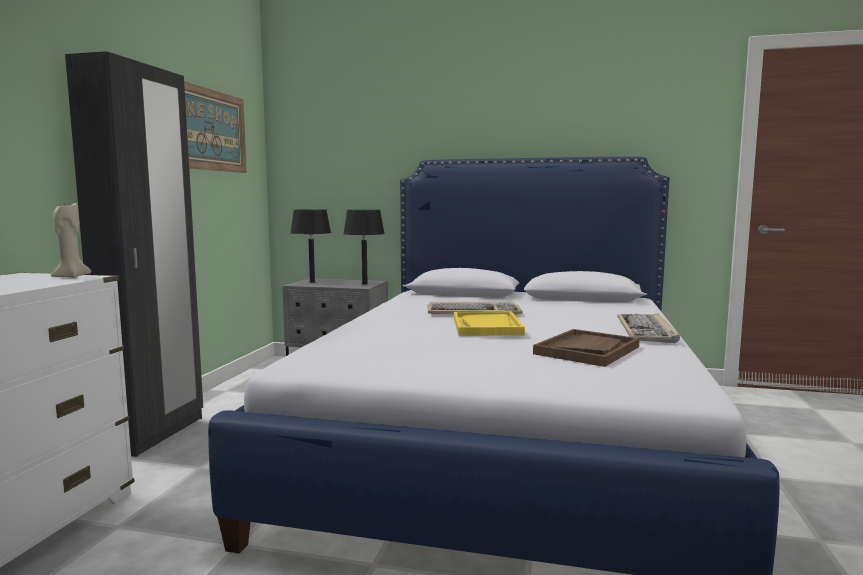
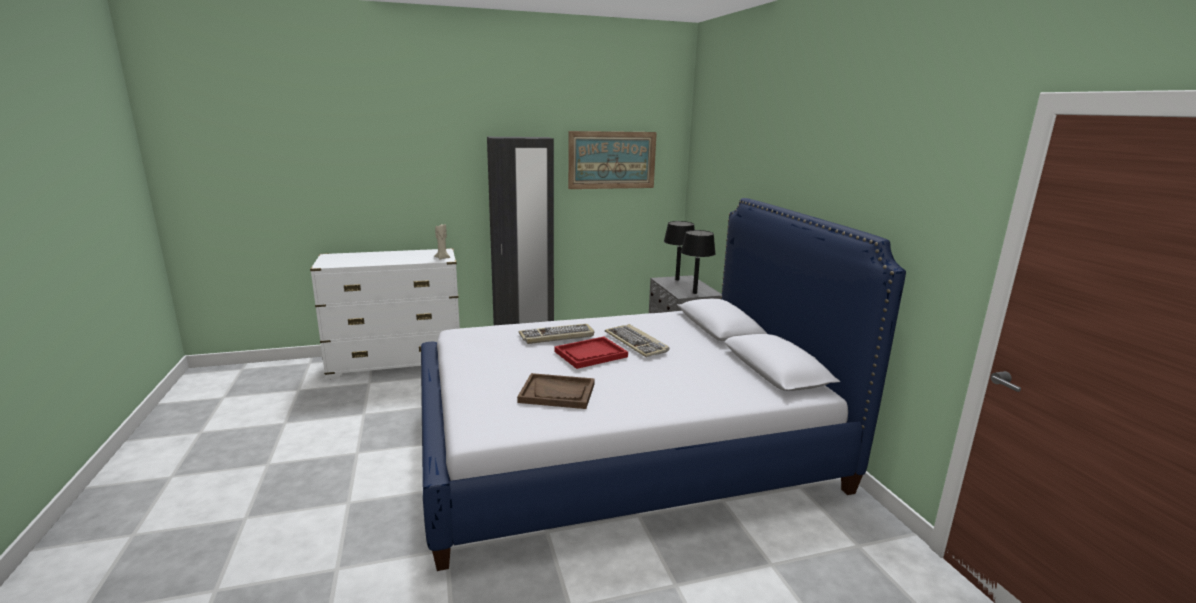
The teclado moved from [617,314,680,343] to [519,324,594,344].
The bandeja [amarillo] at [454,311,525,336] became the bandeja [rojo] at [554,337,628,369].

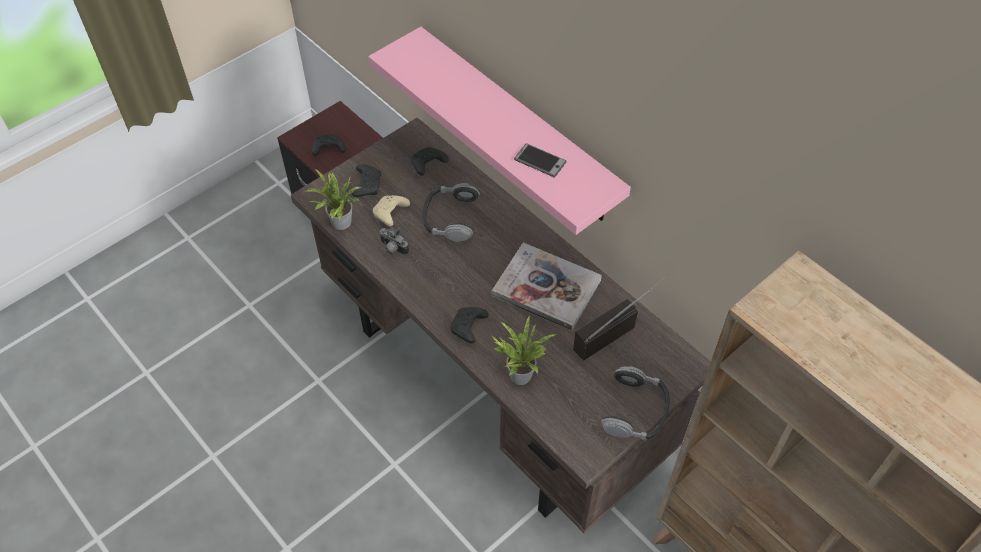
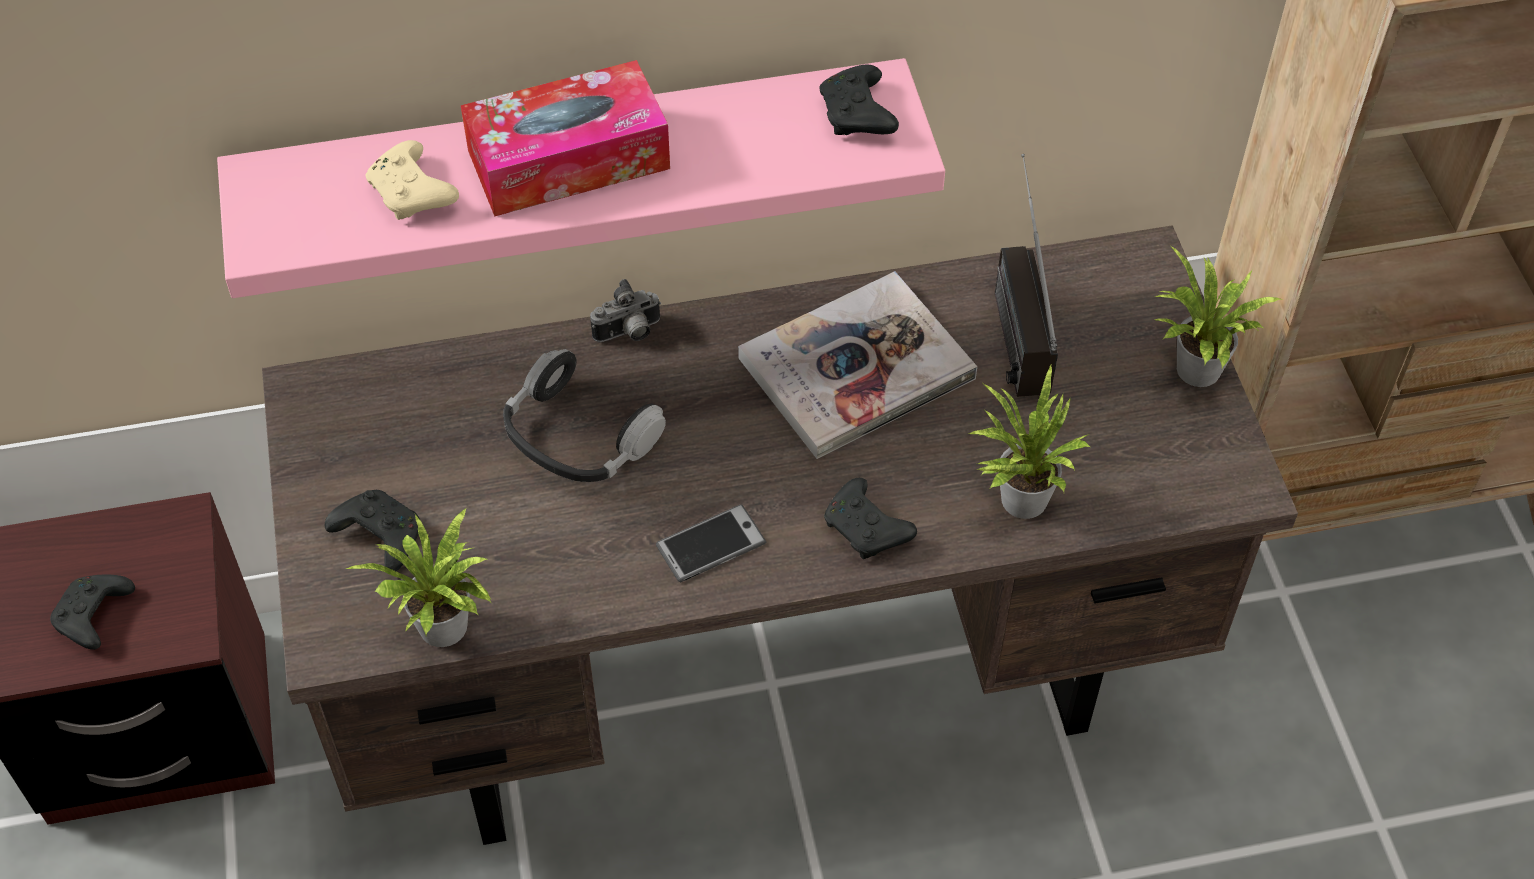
The mando de consola [beis] moved from [373,195,410,226] to [366,140,459,220].
The caja de pañuelos at [461,60,670,216] appeared.
The cámara moved from [379,227,409,255] to [590,279,661,342].
The móvil moved from [514,143,567,177] to [656,504,766,582].
The mando de consola [negro] moved from [411,147,449,176] to [820,65,899,135].
The auriculares at [601,366,670,440] was replaced by the planta en maceta at [1154,246,1282,387].

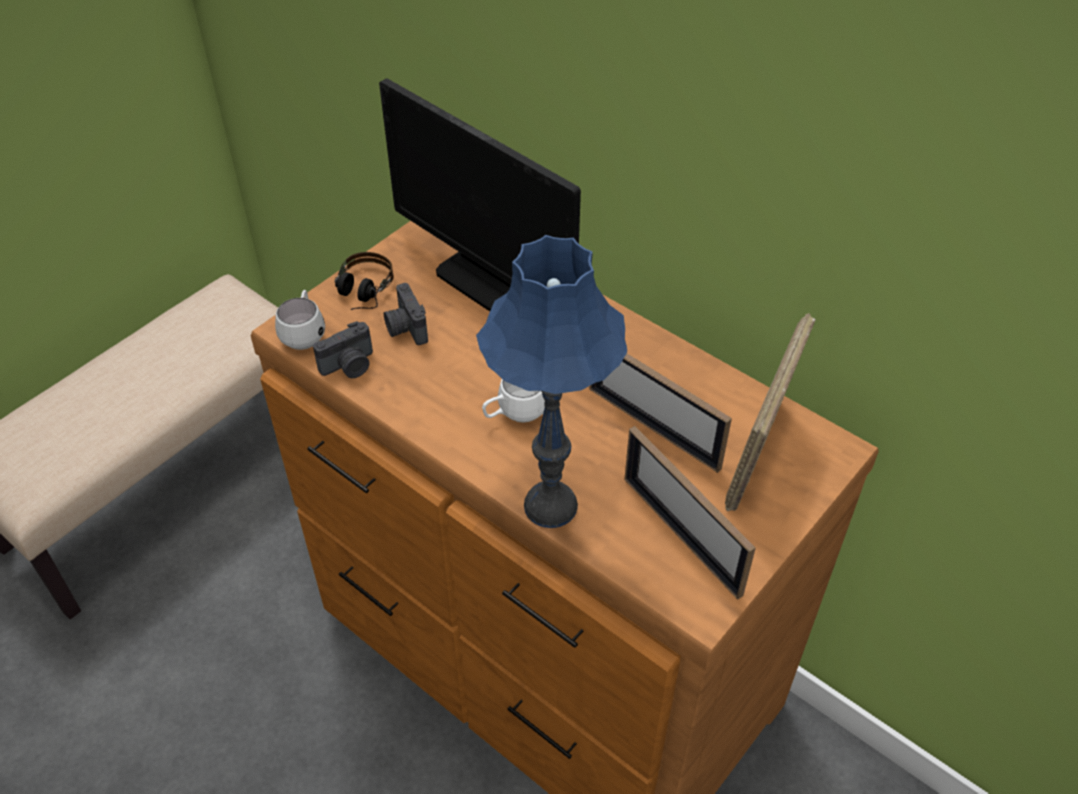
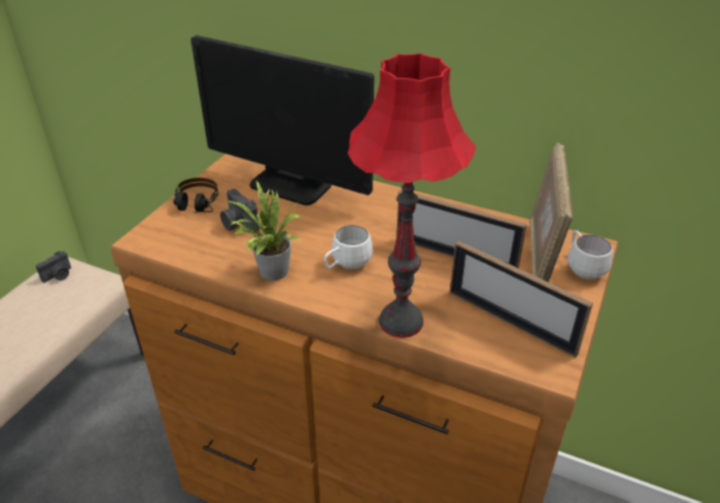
The cámara moved from [313,321,373,378] to [36,251,71,282].
The planta en maceta at [227,180,303,280] appeared.
The lámpara de mesa [azul] at [476,235,627,528] became the lámpara de mesa [rojo] at [347,53,476,338].
The taza grande [blanco] moved from [275,290,325,350] to [568,231,613,279].

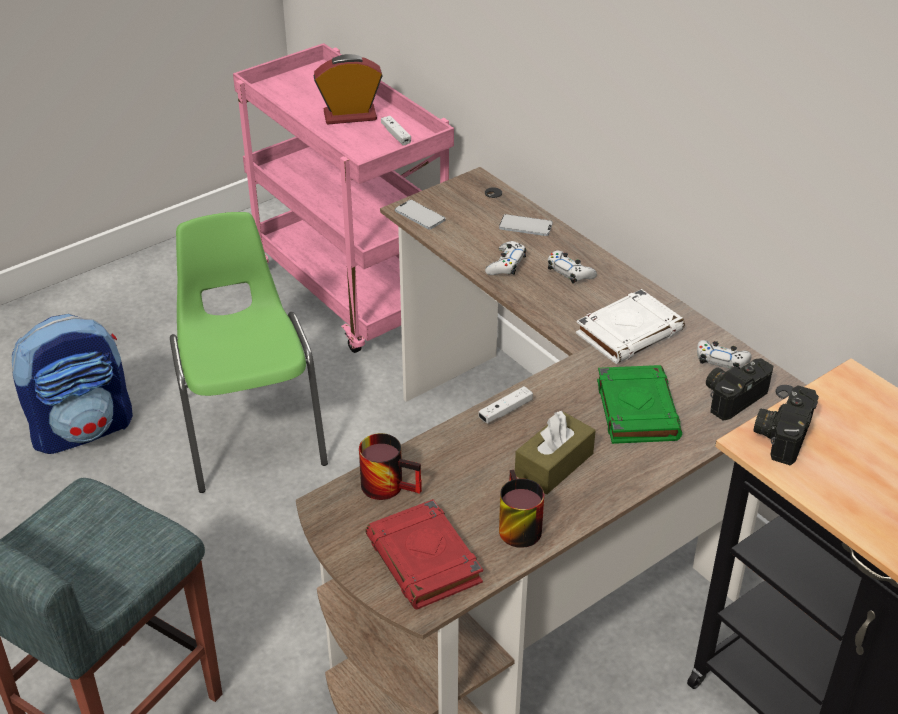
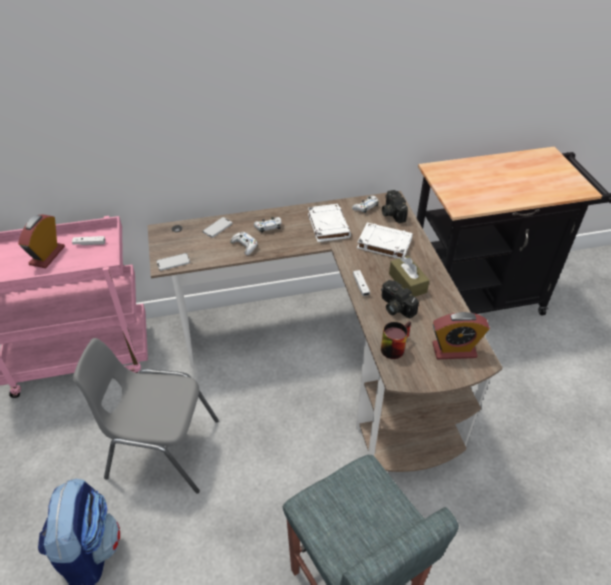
The silla [verde] at [170,212,328,493] became the silla [gris] at [73,338,219,493].
The libro [verde] at [597,365,682,444] became the libro [blanco] at [357,223,413,259].
The cámara moved from [753,385,819,465] to [381,280,419,318].
The libro [rojo] at [366,499,483,610] was replaced by the despertador at [432,312,490,359].
The taza grande at [499,470,544,548] disappeared.

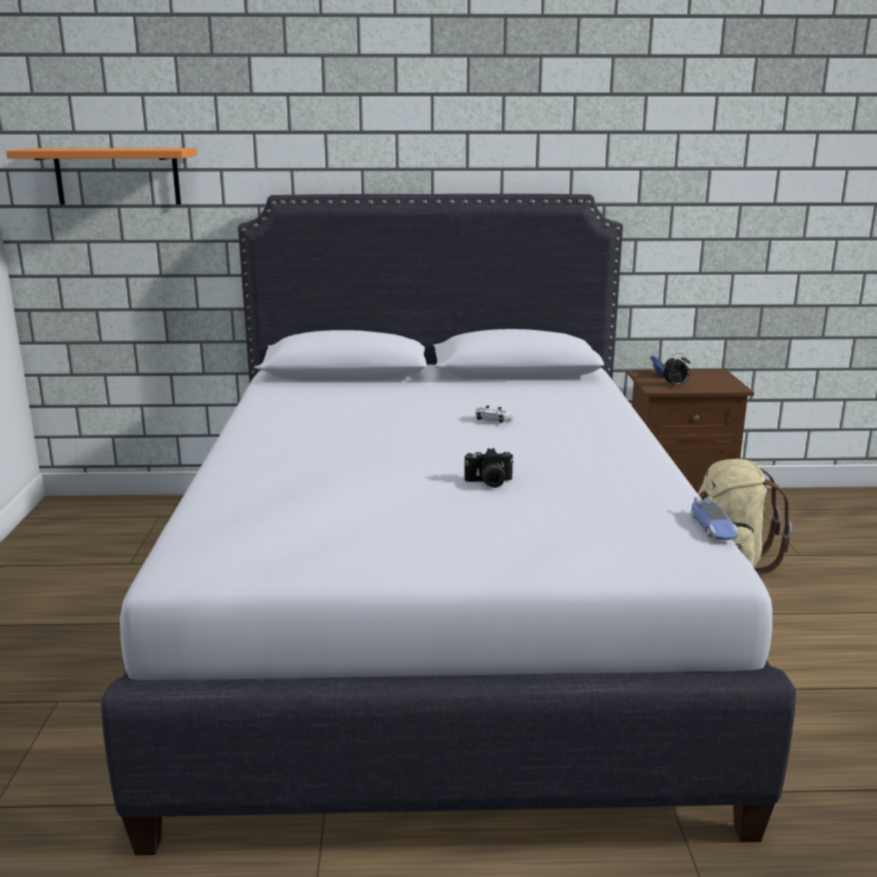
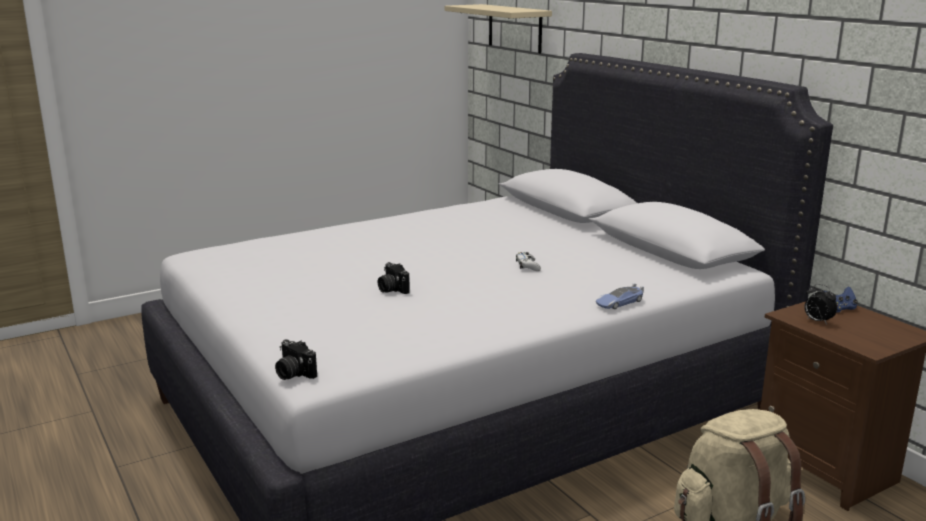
The cámara at [275,339,317,380] appeared.
The estante [naranja] at [6,148,197,205] became the estante [beis] at [445,4,552,53].
The coche de juguete moved from [691,496,738,540] to [596,283,644,309].

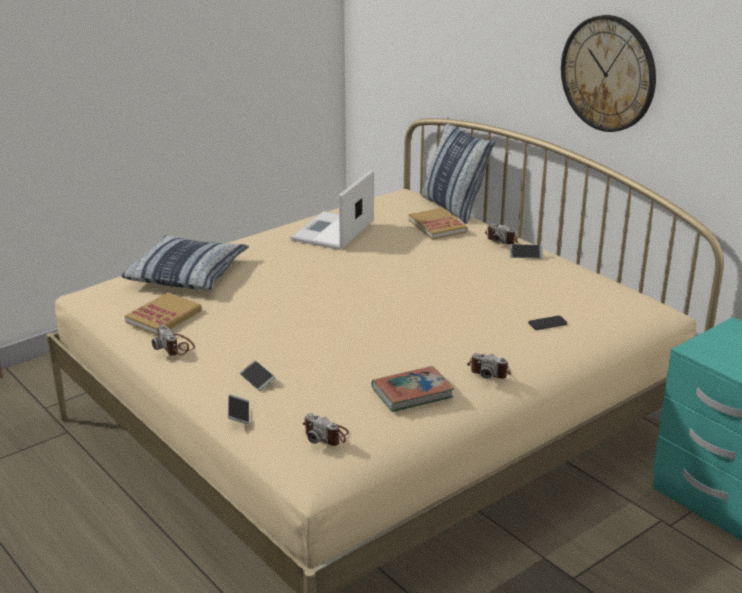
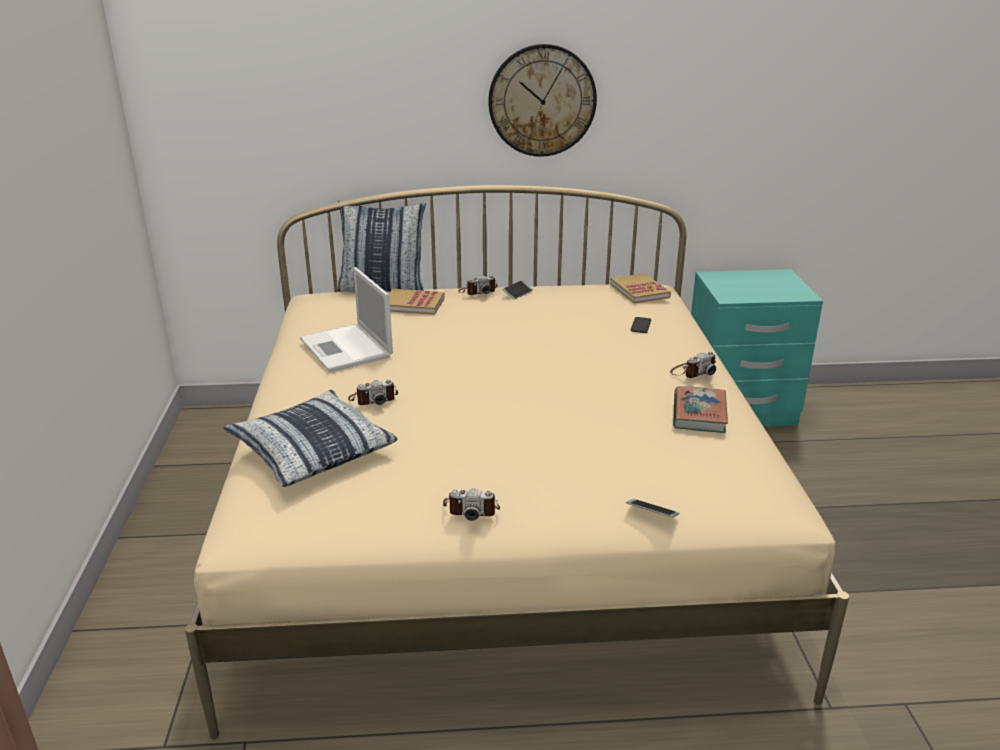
The cámara moved from [303,413,349,446] to [348,380,398,405].
The libro moved from [125,293,202,336] to [610,273,671,303].
The móvil at [240,360,275,391] disappeared.

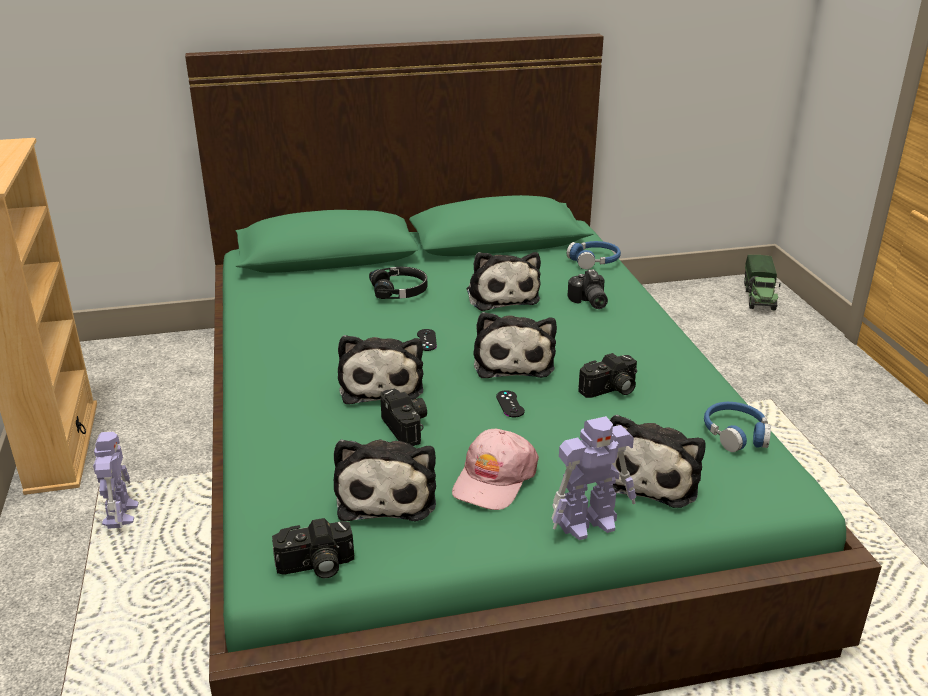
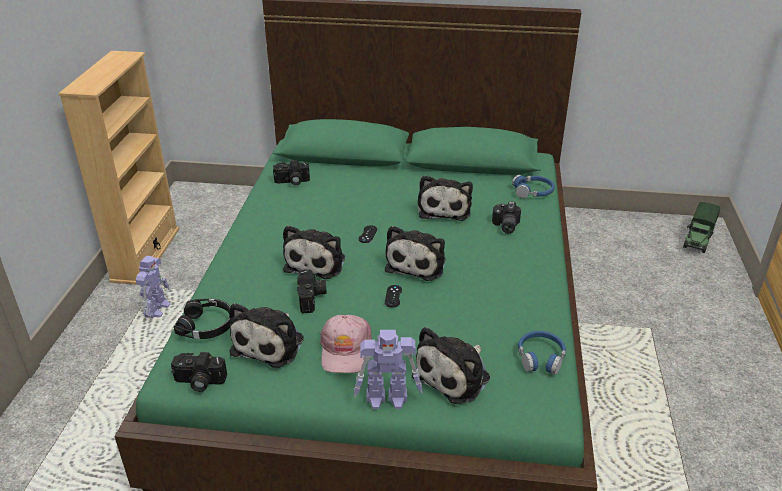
The auriculares [negro] moved from [369,267,427,299] to [174,299,231,339].
The cámara moved from [578,353,637,398] to [273,160,310,185].
The gorra [rosa] at [452,429,539,510] turned 45 degrees counterclockwise.

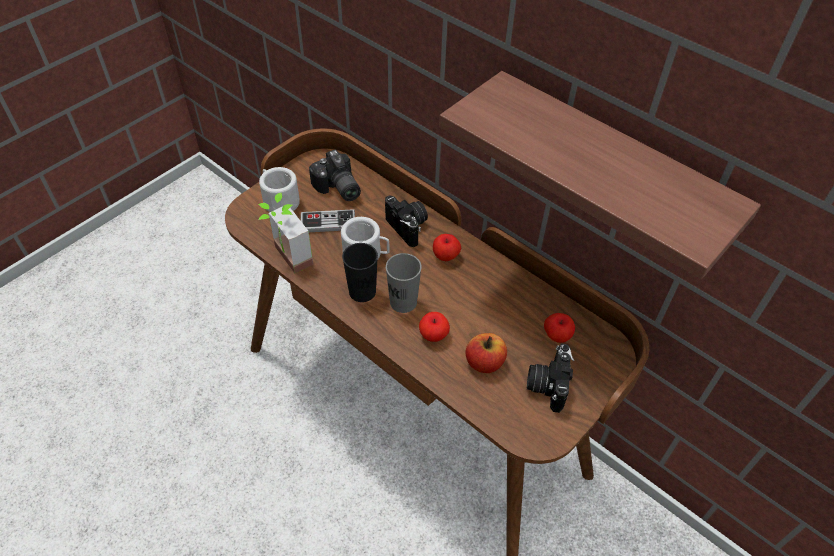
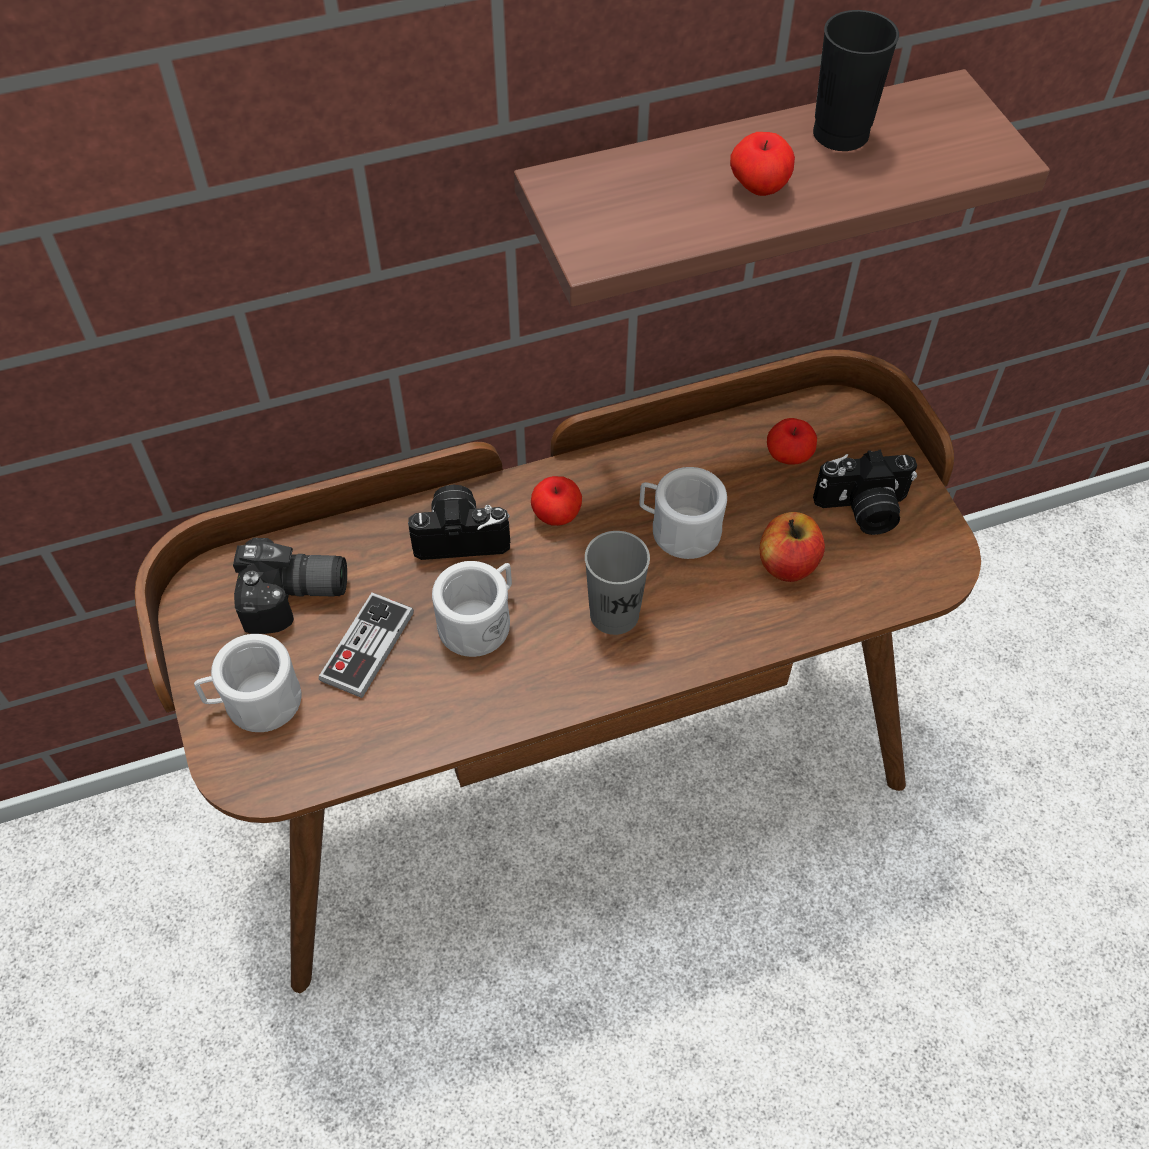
The taza grande [blanco] at [639,467,727,559] appeared.
The manzana moved from [419,312,450,342] to [730,132,795,196].
The taza [negro] moved from [342,243,378,302] to [813,10,899,151].
The cámara at [527,344,574,413] turned 45 degrees counterclockwise.
The planta en maceta at [258,193,313,273] disappeared.

